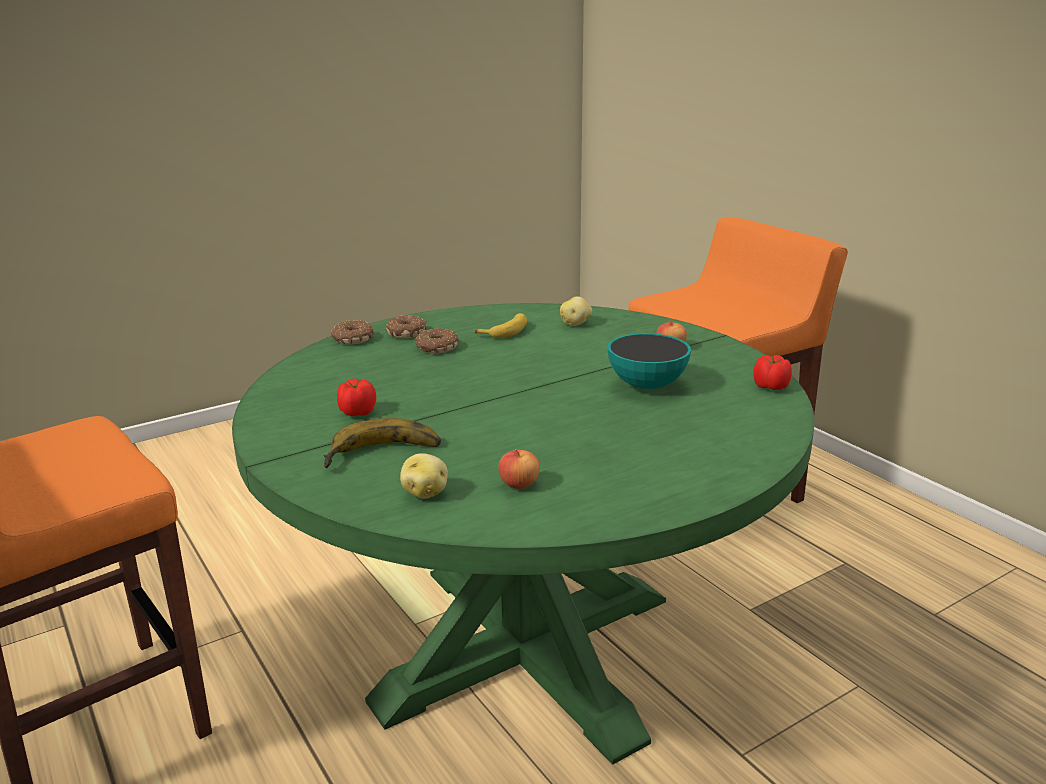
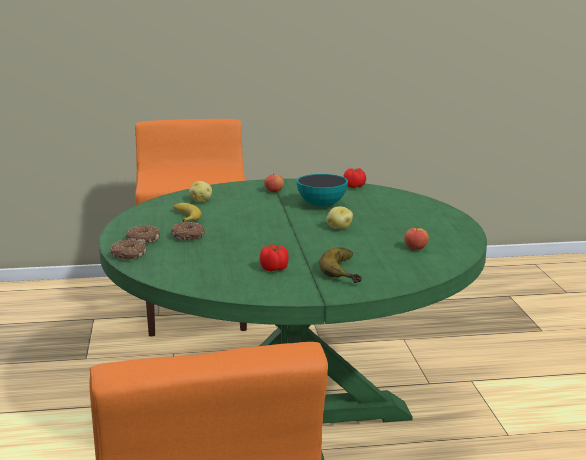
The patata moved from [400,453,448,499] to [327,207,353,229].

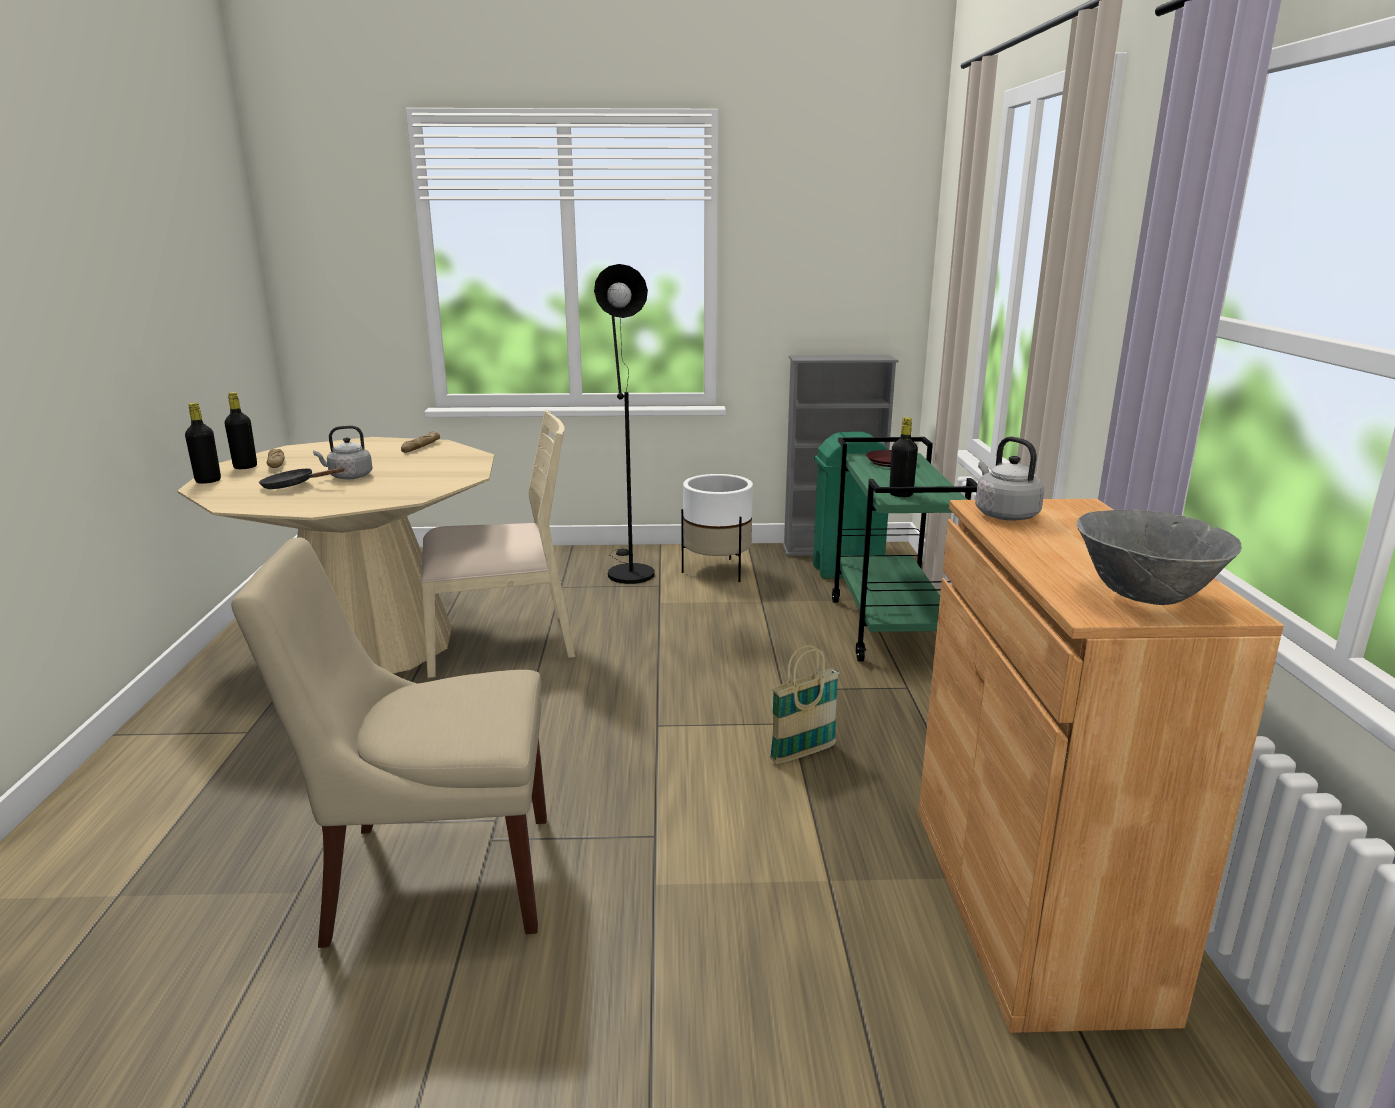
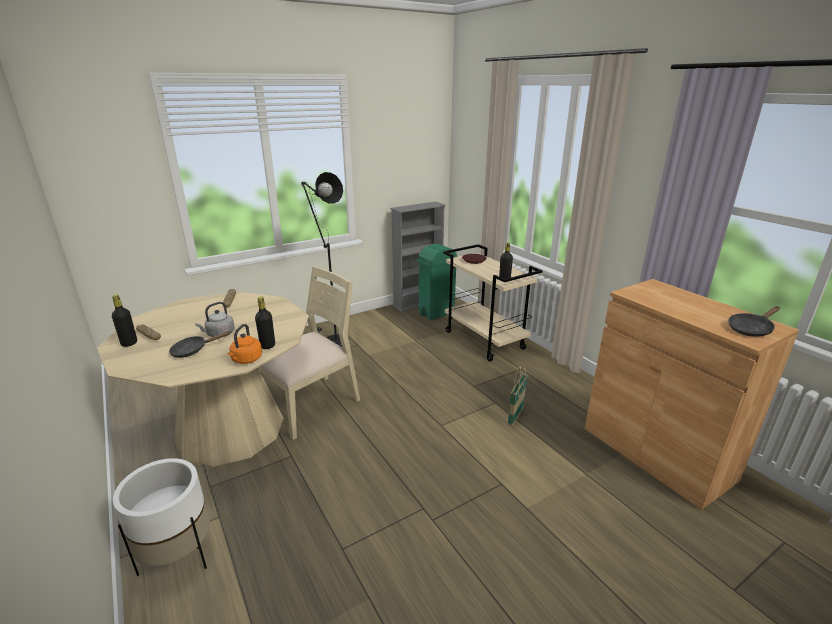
The maceta [blanco] moved from [681,474,753,582] to [113,458,210,576].
The hervidor [naranja] at [227,324,262,364] appeared.
The botella [negro] moved from [185,402,221,484] to [255,297,275,349].
The carrito [verde] at [832,437,978,662] became the carrito [beis] at [443,244,542,361].
The cuenco [gris] at [1076,509,1242,605] was replaced by the sartén [negro] at [728,306,780,337].
The silla [beis] at [231,537,547,948] disappeared.
The hervidor [gris] at [975,436,1044,521] disappeared.

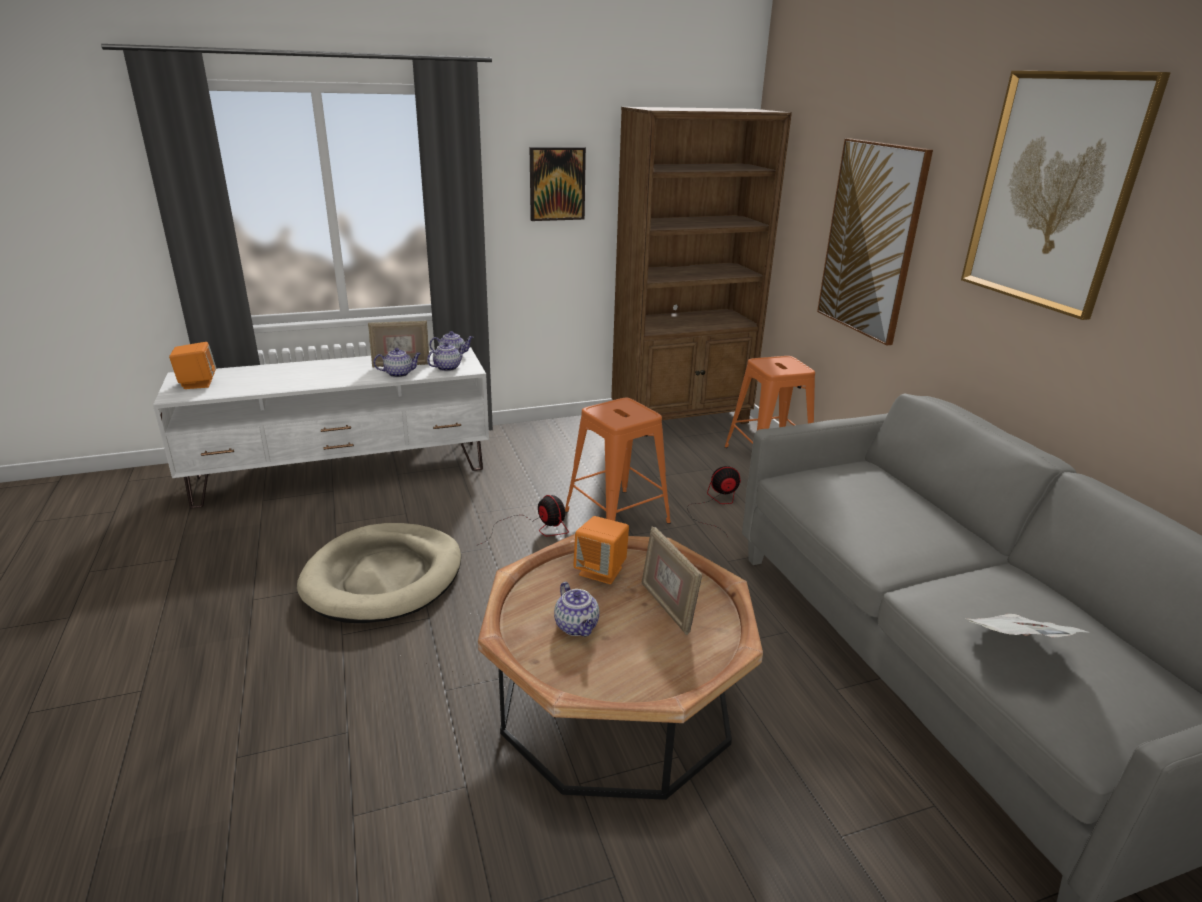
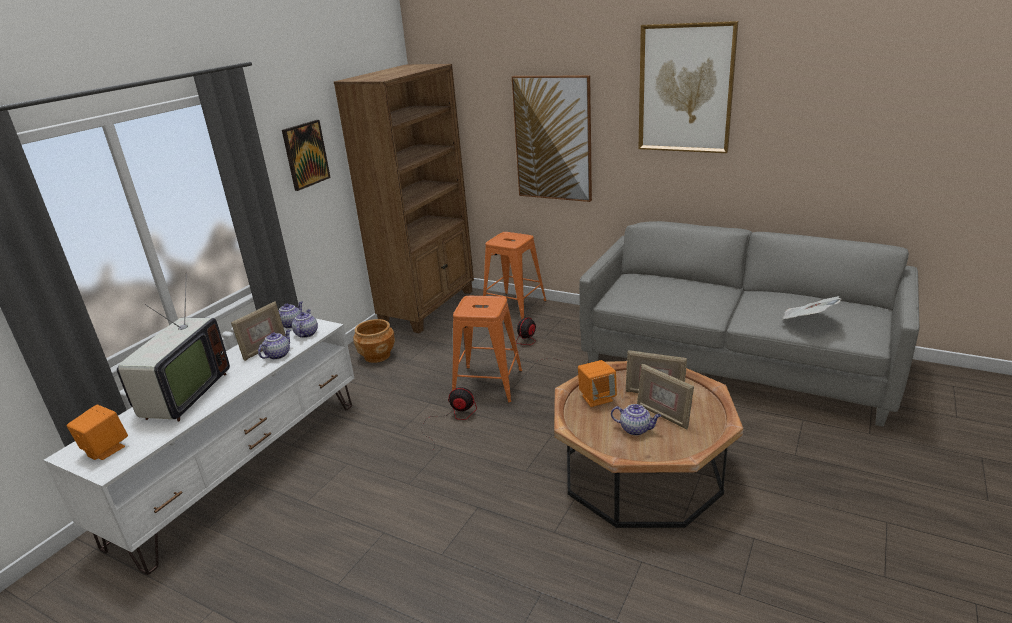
The televisor at [117,273,230,422] appeared.
The maceta [marrón] at [353,319,395,363] appeared.
The portarretratos at [637,364,694,429] appeared.
The cama para perro [beis] at [297,523,461,623] disappeared.

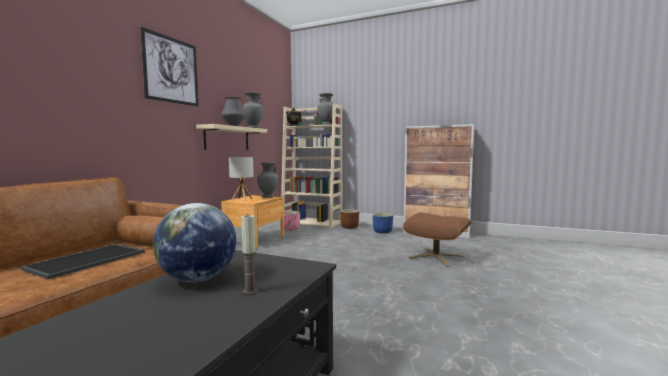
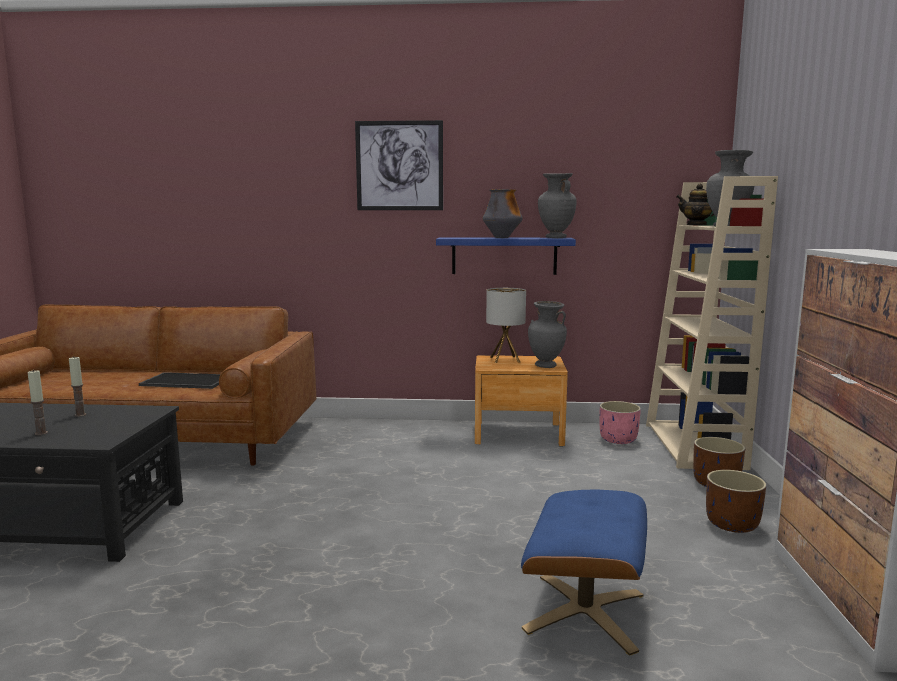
The globo terráqueo at [153,203,236,282] was replaced by the vela at [69,356,86,417].
The estante [beis] at [196,124,267,150] became the estante [azul] at [436,237,576,275].
The puf [marrón] at [403,212,472,267] became the puf [azul] at [521,489,647,656].
The maceta [azul] at [373,213,393,234] became the maceta [marrón] at [706,470,767,533].

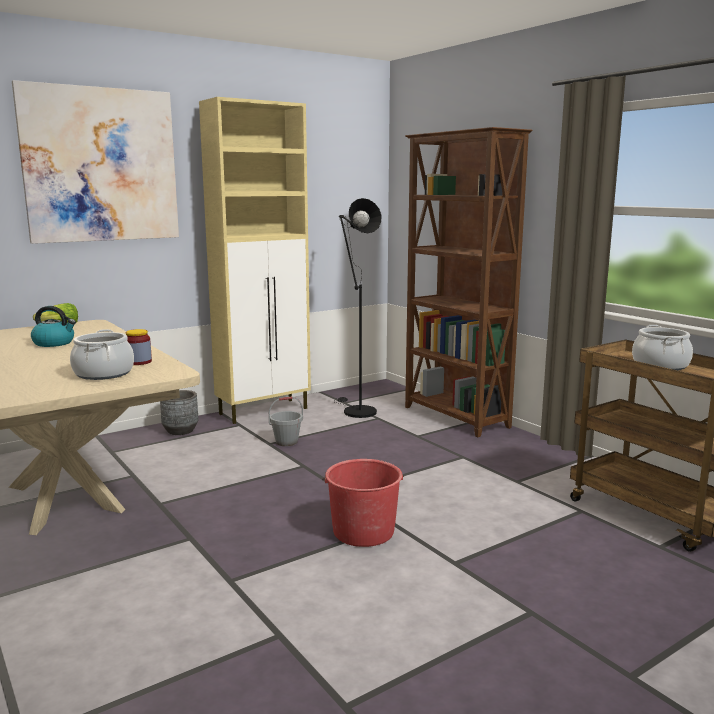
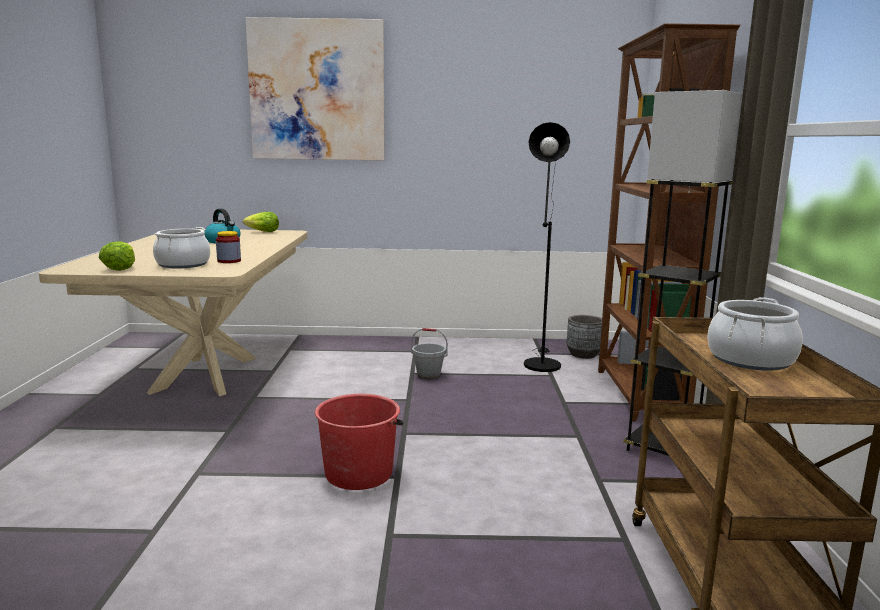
The lechuga at [99,241,135,271] appeared.
The maceta [gris] moved from [160,390,198,435] to [566,315,602,359].
The lámpara de pie [gris] at [623,90,743,456] appeared.
The armario [beis] at [199,97,311,424] disappeared.

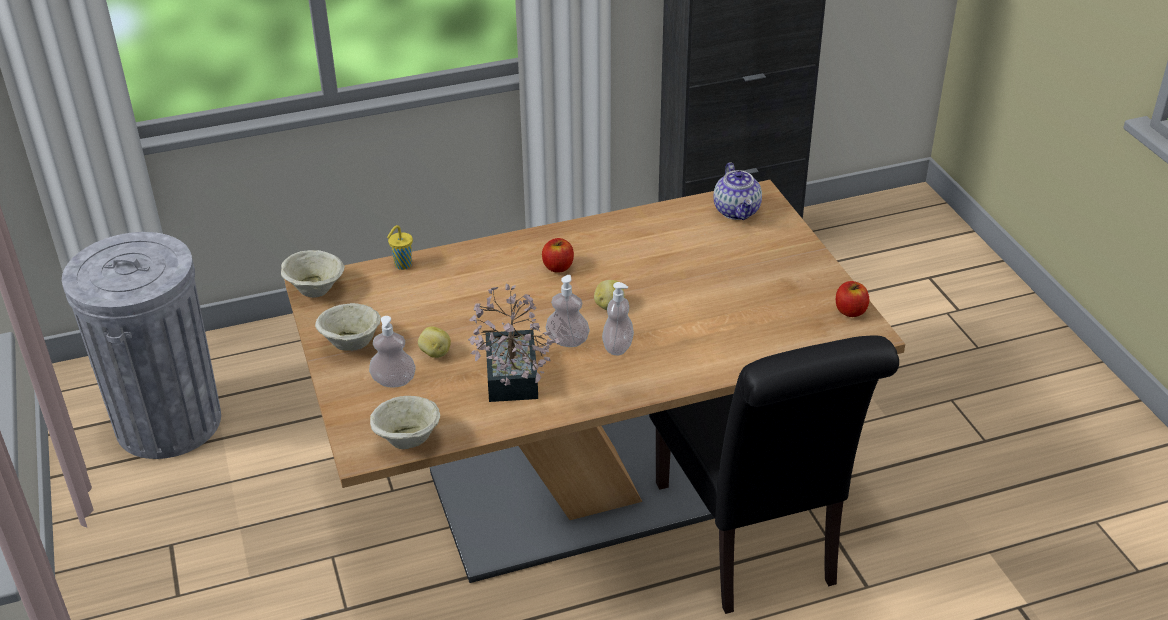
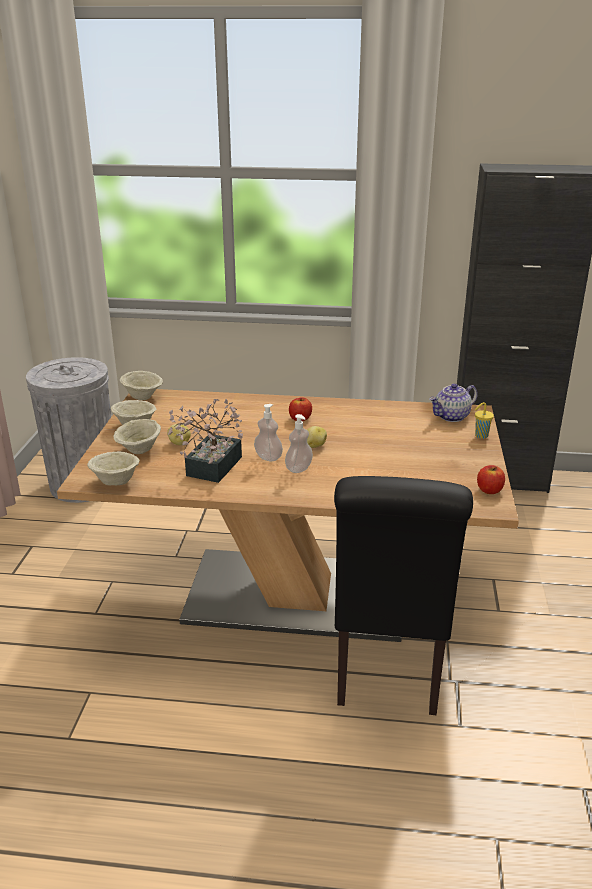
The dispensador de jabón at [369,316,416,387] was replaced by the cuenco [beis] at [113,419,161,454].
The tetera at [714,162,762,220] turned 45 degrees clockwise.
The taza [amarillo] moved from [387,225,413,270] to [475,402,494,439].

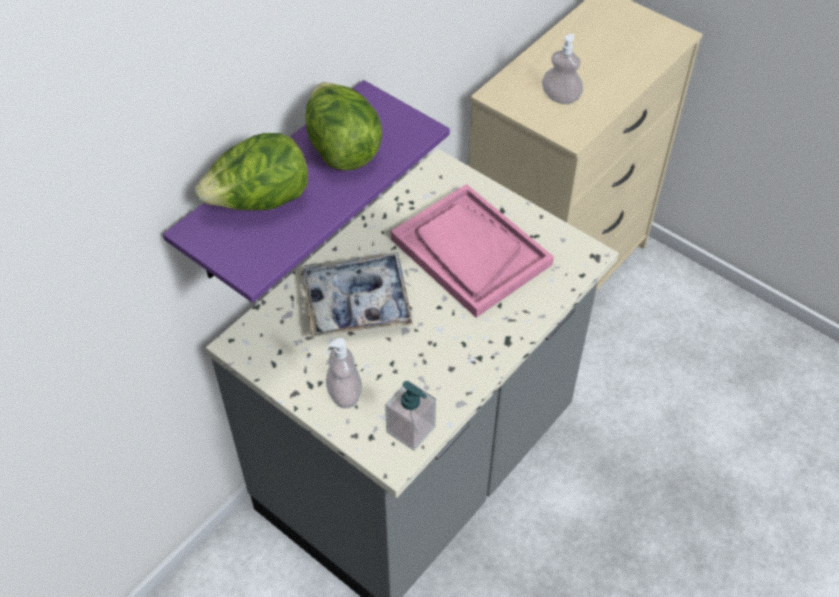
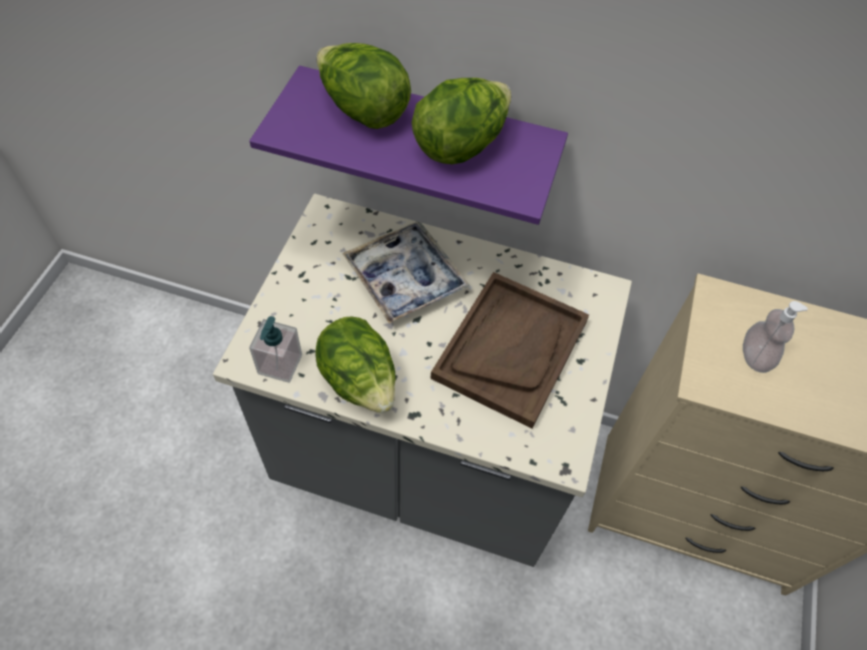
The lechuga at [315,316,395,413] appeared.
The bandeja [rosa] at [391,184,554,318] became the bandeja [marrón] at [430,272,589,429].
The dispensador de jabón at [326,338,362,408] disappeared.

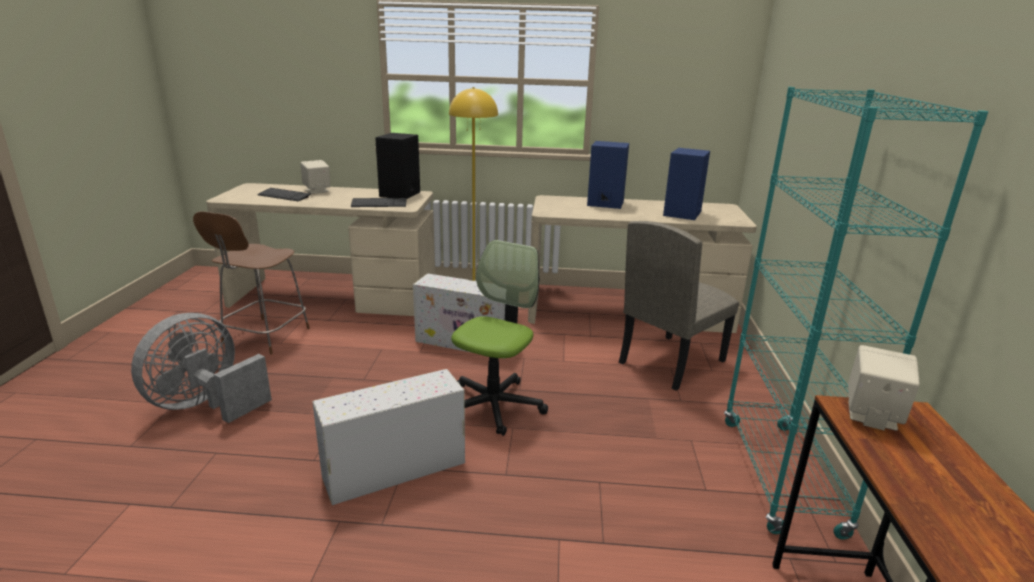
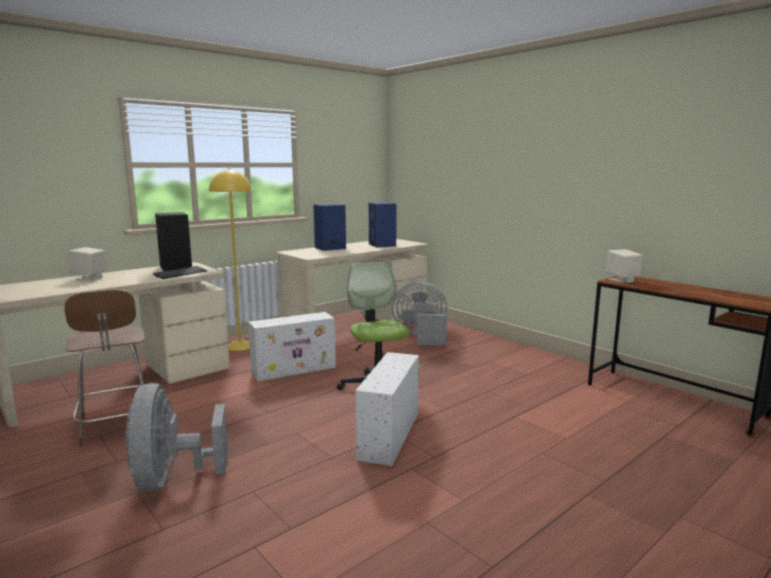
The silla [beis] at [619,221,739,391] was replaced by the ventilador [gris] at [392,281,447,345].
The teclado at [257,188,311,202] disappeared.
The estantería [turquesa] at [724,87,988,540] disappeared.

